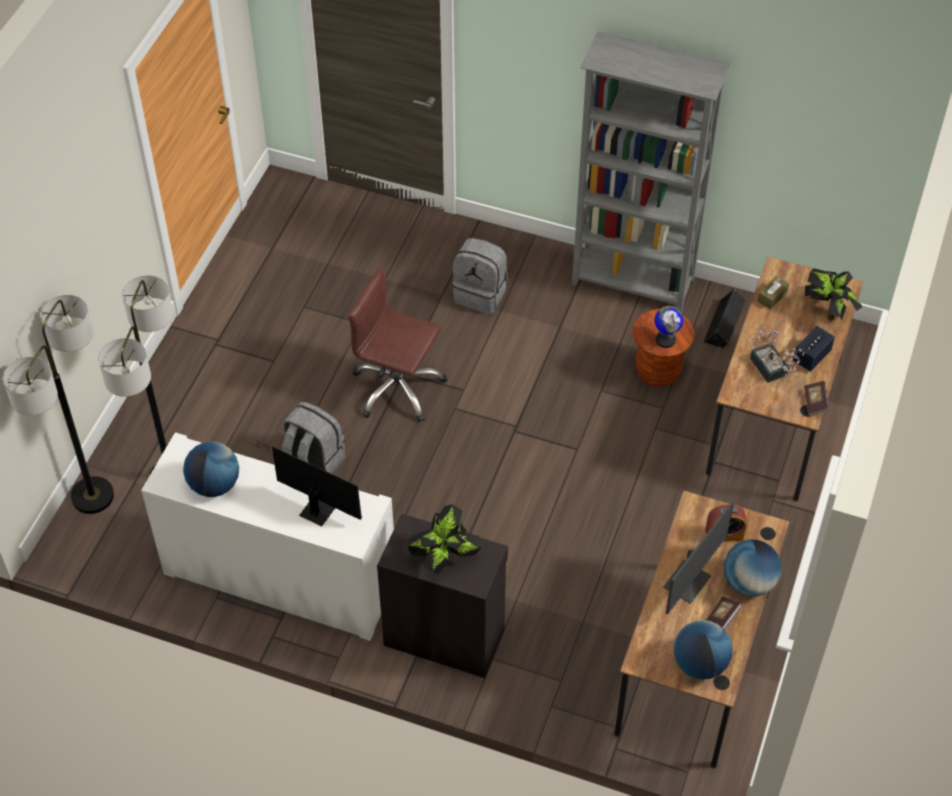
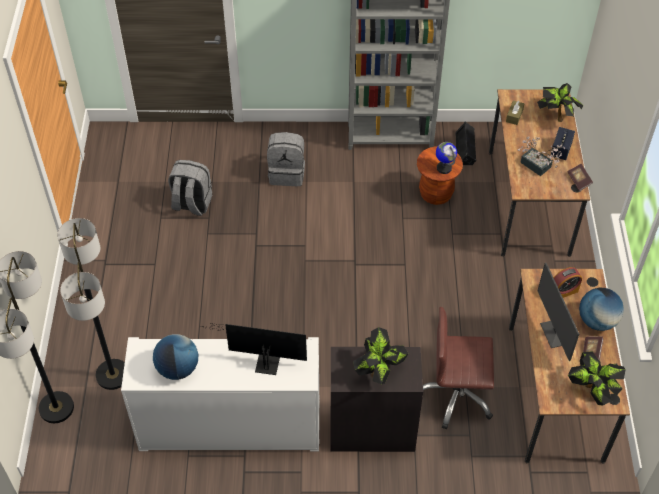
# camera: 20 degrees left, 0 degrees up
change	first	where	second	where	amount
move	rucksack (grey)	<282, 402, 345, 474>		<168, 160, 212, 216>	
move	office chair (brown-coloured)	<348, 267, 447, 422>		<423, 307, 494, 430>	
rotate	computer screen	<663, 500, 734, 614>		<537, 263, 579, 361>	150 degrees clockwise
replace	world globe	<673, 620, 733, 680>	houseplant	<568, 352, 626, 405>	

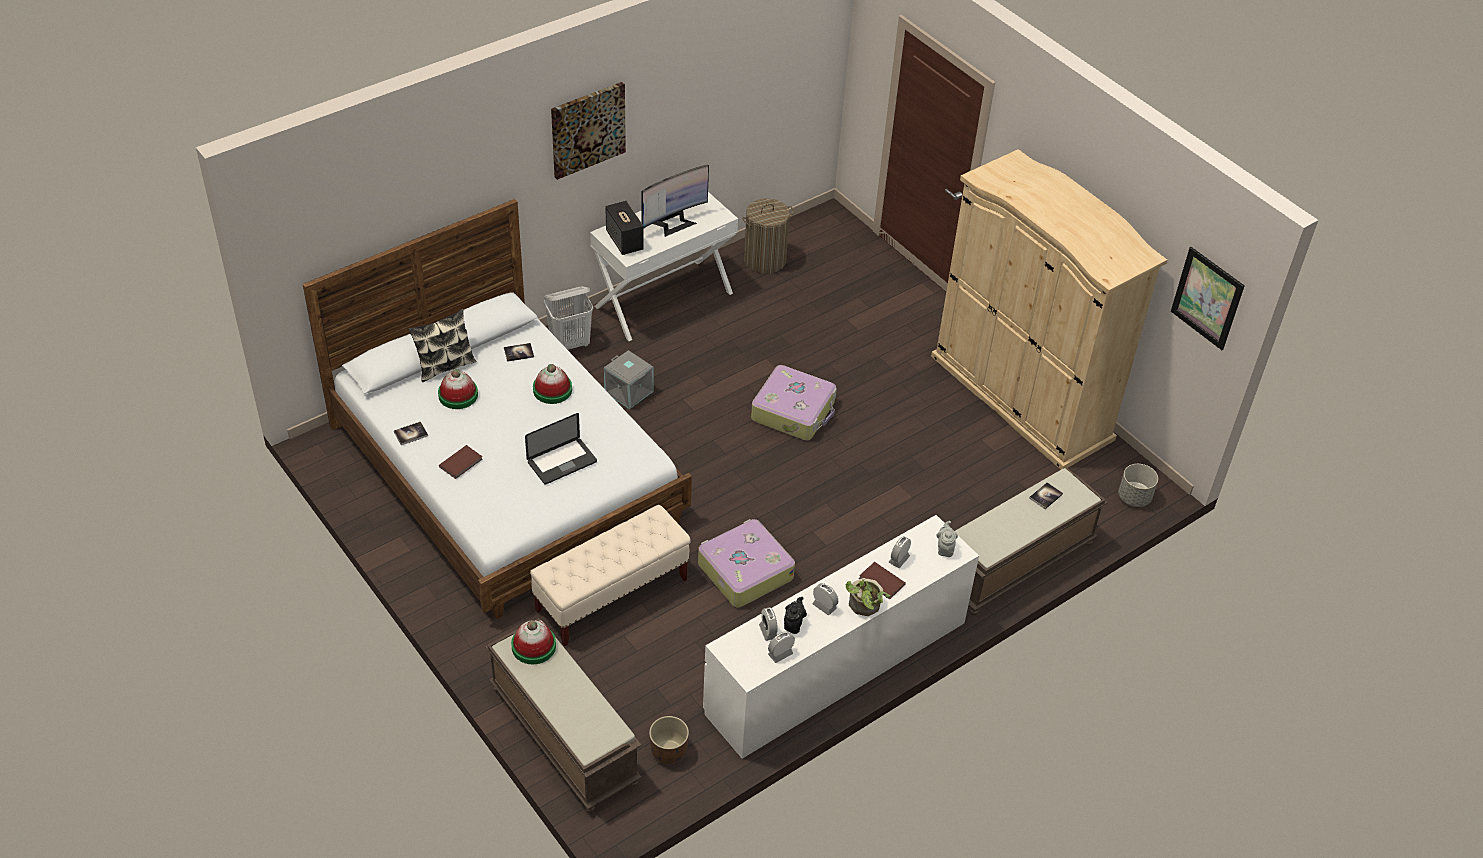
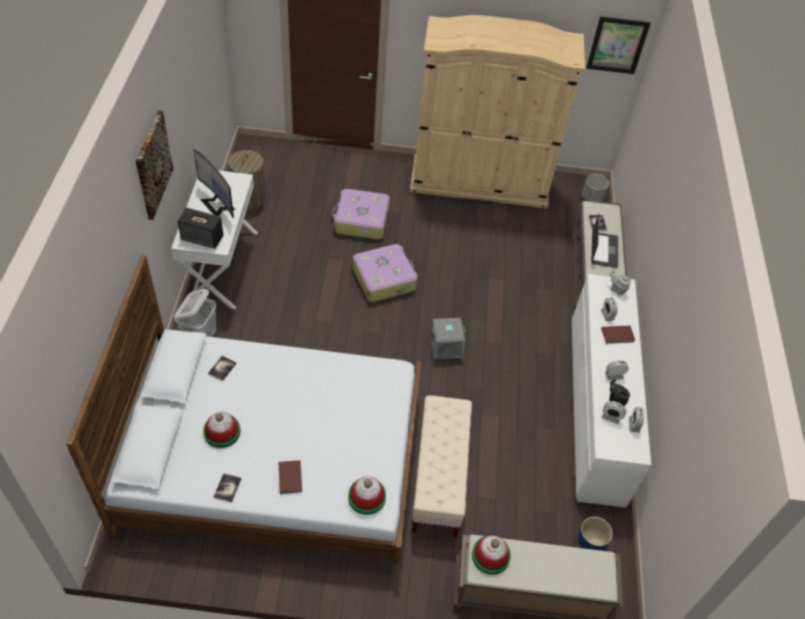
# camera: 50 degrees left, 5 degrees up
change	first	where	second	where	amount
delete	pillow	<408, 309, 476, 382>			
move	portable computer	<525, 413, 597, 485>		<592, 214, 618, 268>	
move	wearable hat	<533, 364, 572, 404>		<348, 477, 386, 515>	
move	storage box (grey)	<604, 350, 654, 409>		<430, 318, 466, 359>	
rotate	computer screen	<642, 165, 709, 237>		<194, 149, 235, 218>	135 degrees clockwise
recolor	planter (brown-coloured)	<649, 716, 689, 764>	planter (bluish)	<578, 517, 613, 551>	
move	travel case	<698, 519, 795, 608>		<332, 189, 390, 239>	
delete	houseplant	<846, 578, 890, 616>			

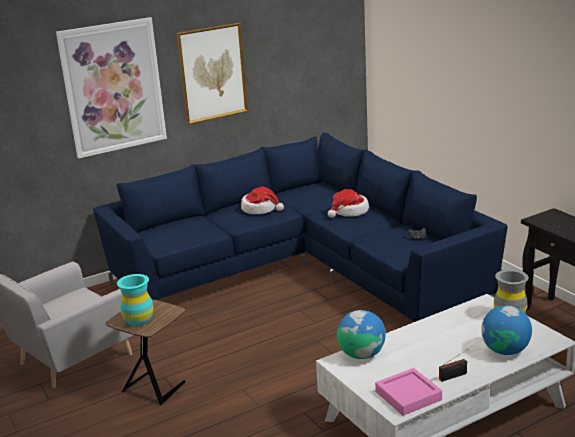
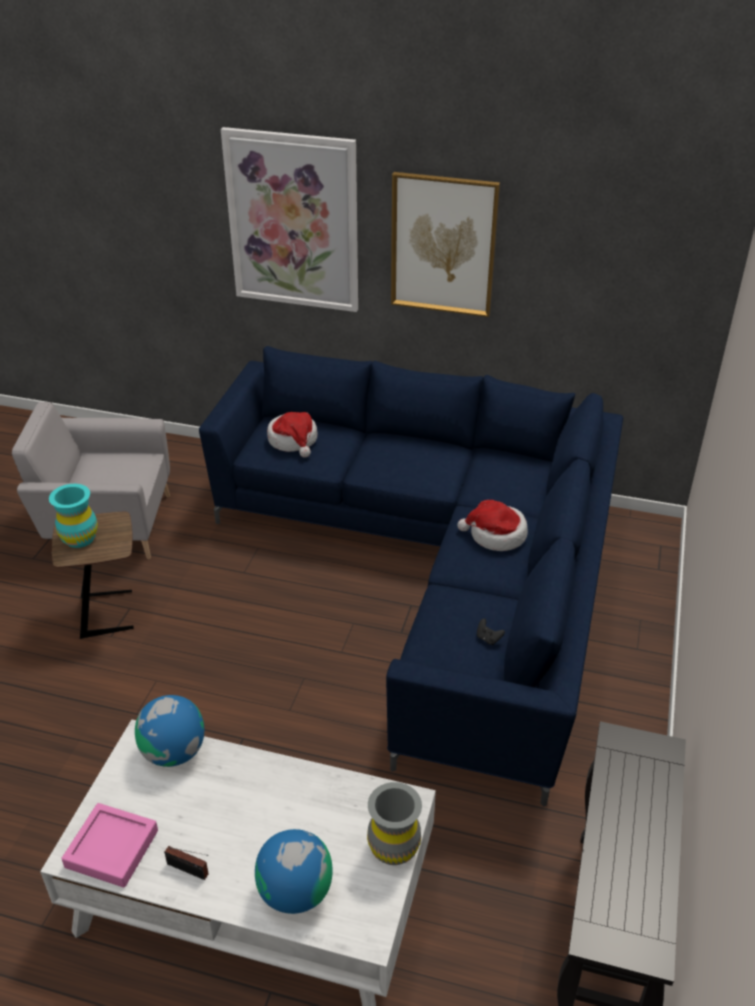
# camera: 45 degrees right, 15 degrees up
change	first	where	second	where	amount
move	wearable hat	<241, 187, 284, 214>		<267, 412, 318, 458>	

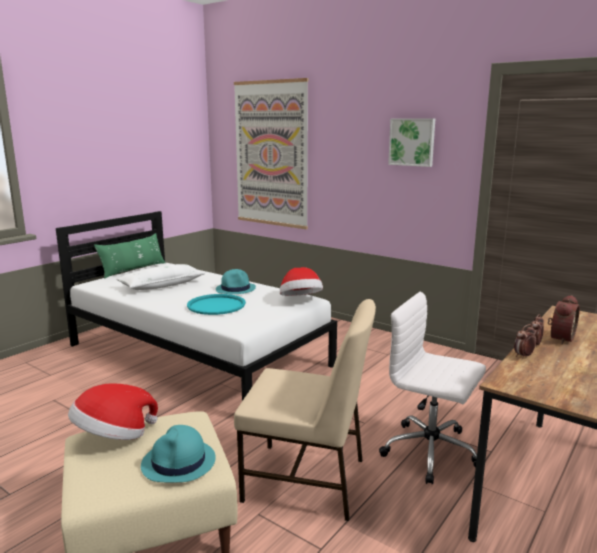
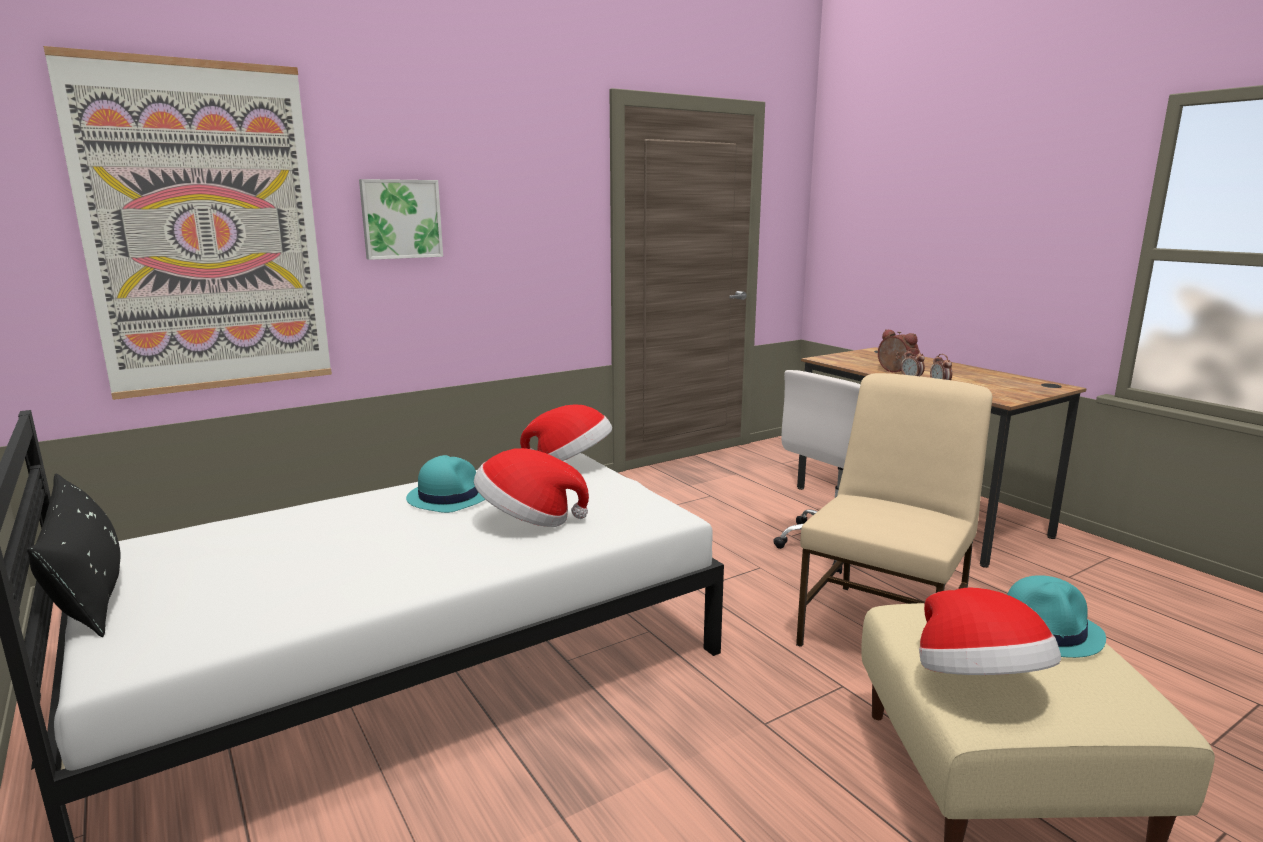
# camera: 70 degrees left, 0 degrees up
change	first	where	second	where	amount
recolor	pillow (greenish)	<94, 233, 165, 279>	pillow (blackish)	<27, 473, 121, 637>	
delete	pillow (white)	<116, 264, 205, 290>			
replace	serving tray (turquoise)	<187, 294, 246, 315>	wearable hat	<474, 448, 589, 527>	
move	picture	<388, 118, 435, 167>		<359, 179, 443, 260>	

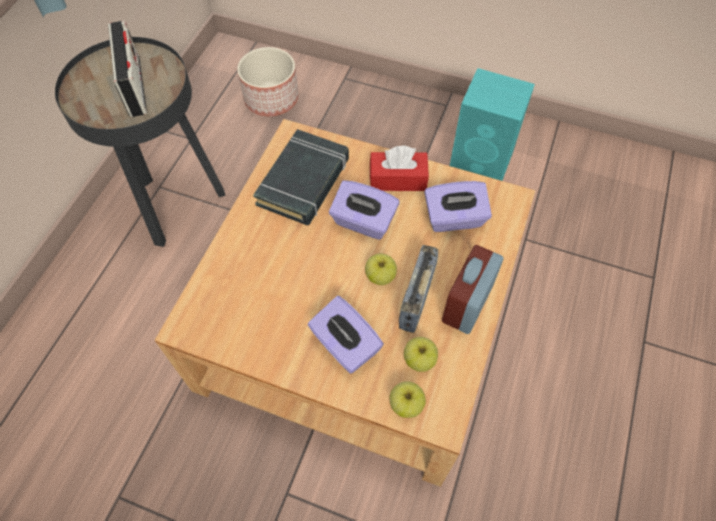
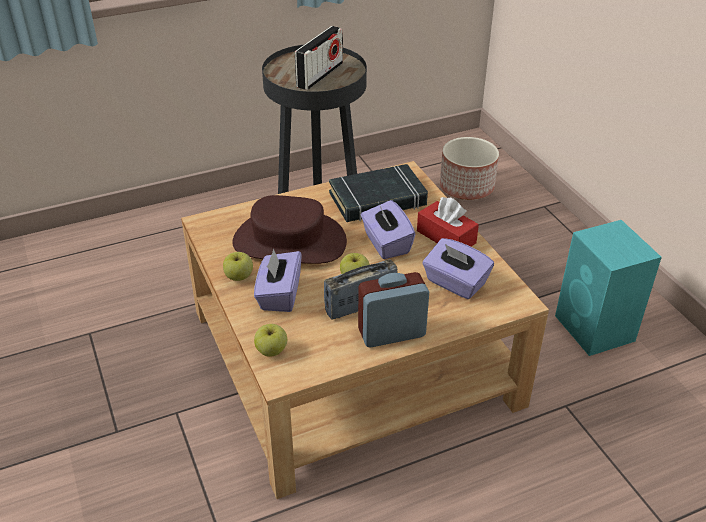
# camera: 45 degrees right, 20 degrees down
change	first	where	second	where	amount
move	apple fruit	<404, 337, 438, 372>		<223, 252, 253, 281>	
insert			wearable hat (brown-coloured)	<232, 195, 347, 264>	

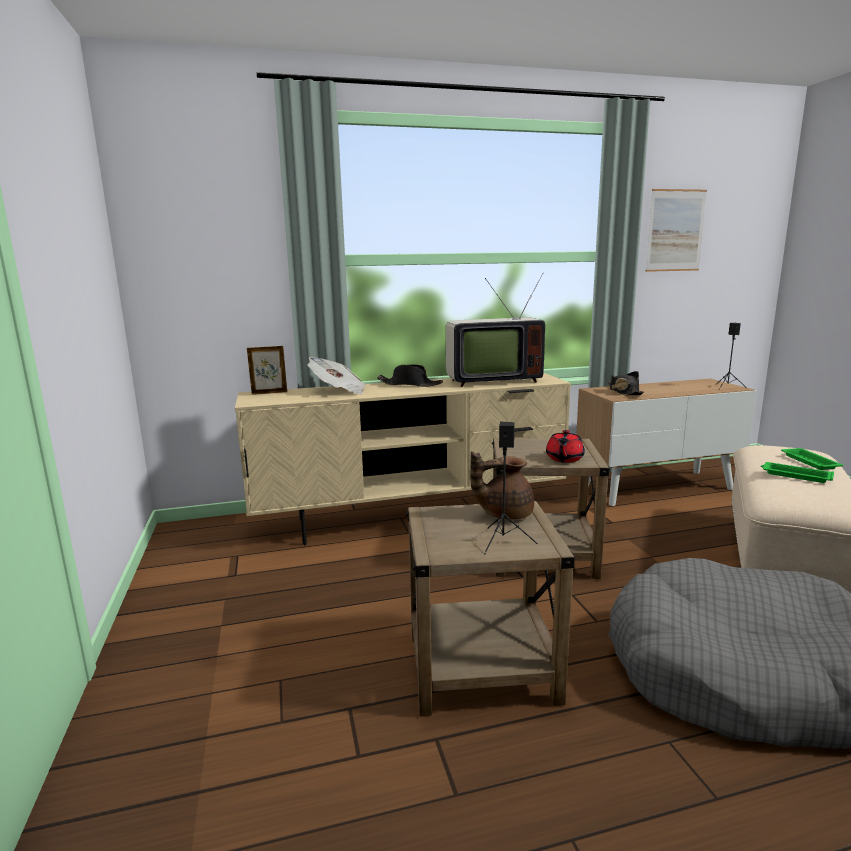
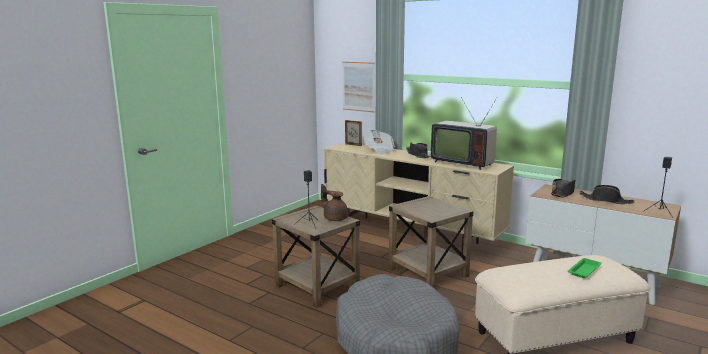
# camera: 50 degrees right, 0 degrees up
change	first	where	second	where	amount
delete	pot for tea (reddish)	<546, 430, 585, 463>			
move	picture	<645, 189, 707, 272>		<342, 62, 375, 112>	
delete	serving tray (greenish)	<761, 462, 834, 483>			
insert			wearable hat (blackish)	<579, 185, 634, 204>	

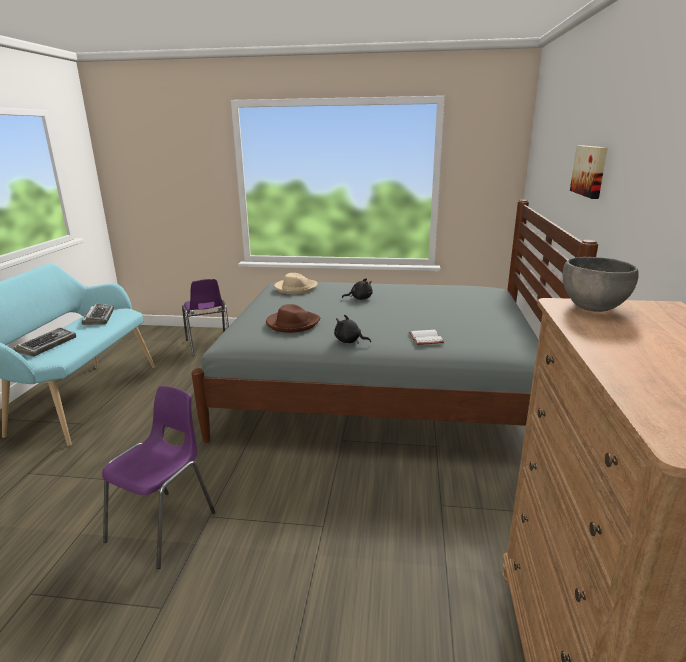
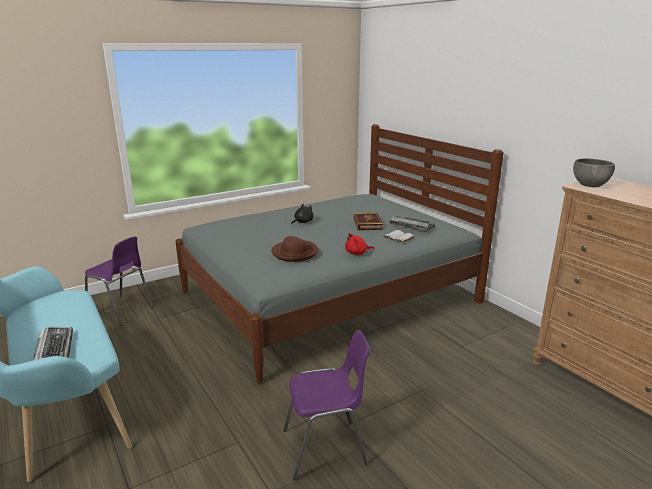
# camera: 40 degrees left, 0 degrees up
change	first	where	second	where	amount
move	computer keyboard	<82, 303, 114, 325>		<390, 216, 435, 232>	
rotate	plain chair (purplish)	<102, 386, 215, 569>		<283, 330, 370, 480>	90 degrees clockwise
delete	wearable hat (beige-coloured)	<274, 273, 317, 294>			
recolor	plush toy (blackish)	<334, 315, 371, 344>	plush toy (reddish)	<345, 233, 374, 255>	
delete	picture	<570, 145, 608, 199>			
insert			volume	<354, 213, 383, 230>	

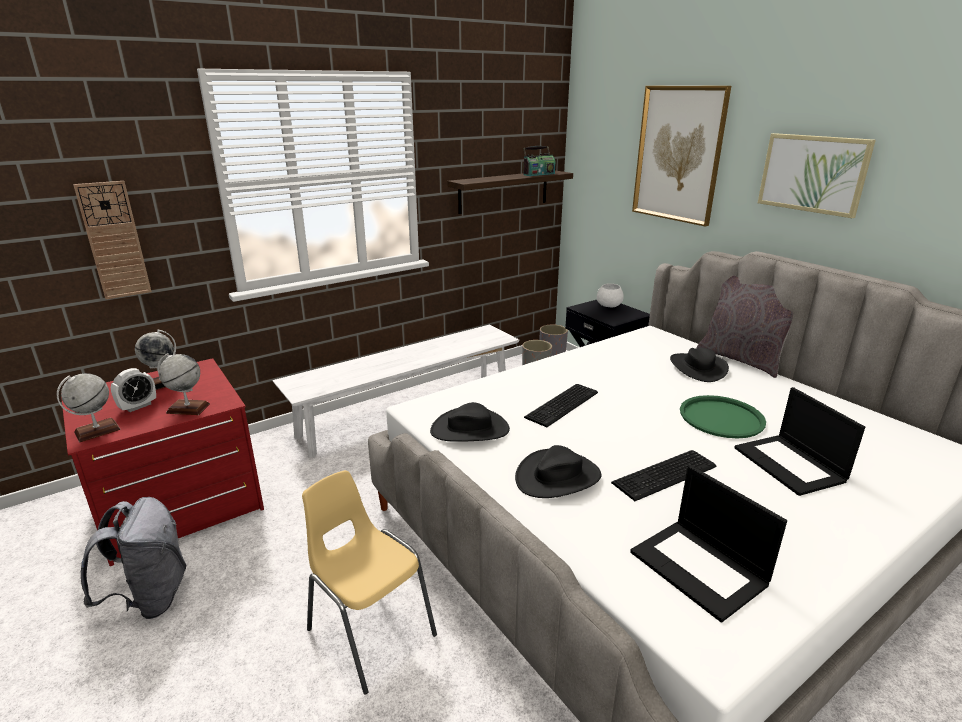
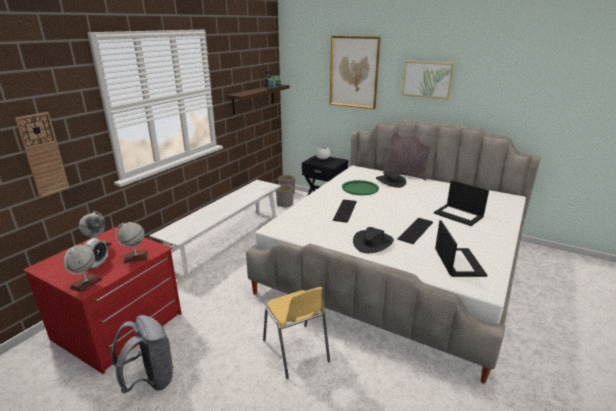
# camera: 25 degrees left, 0 degrees up
change	first	where	second	where	amount
rotate	plain chair (yellowish)	<302, 470, 437, 695>		<263, 287, 330, 379>	135 degrees counterclockwise
delete	wearable hat (blackish)	<430, 402, 510, 442>			
rotate	portable computer	<630, 465, 787, 623>		<435, 220, 487, 277>	120 degrees counterclockwise
move	serving tray (greenish)	<680, 395, 766, 438>		<342, 180, 379, 195>	

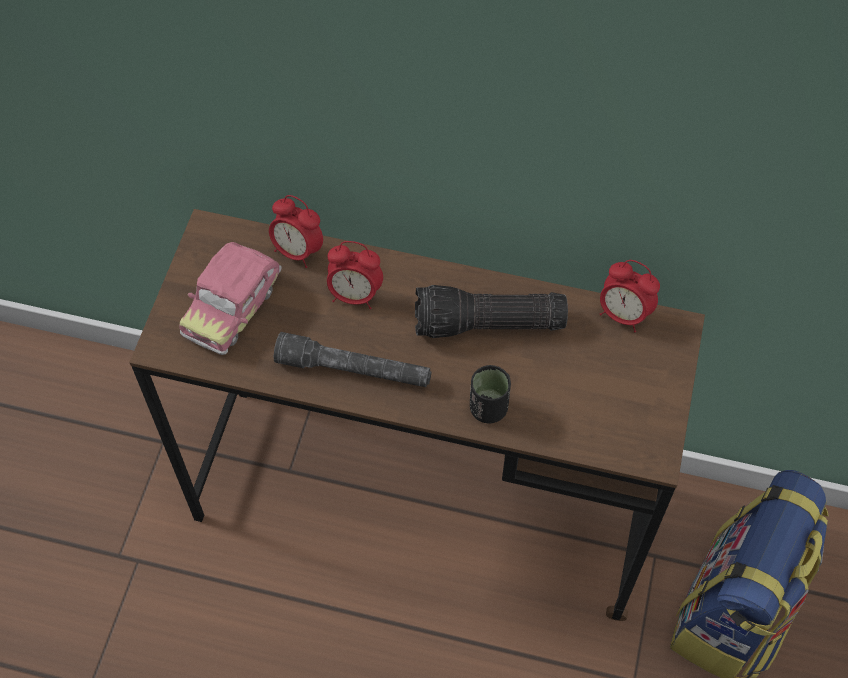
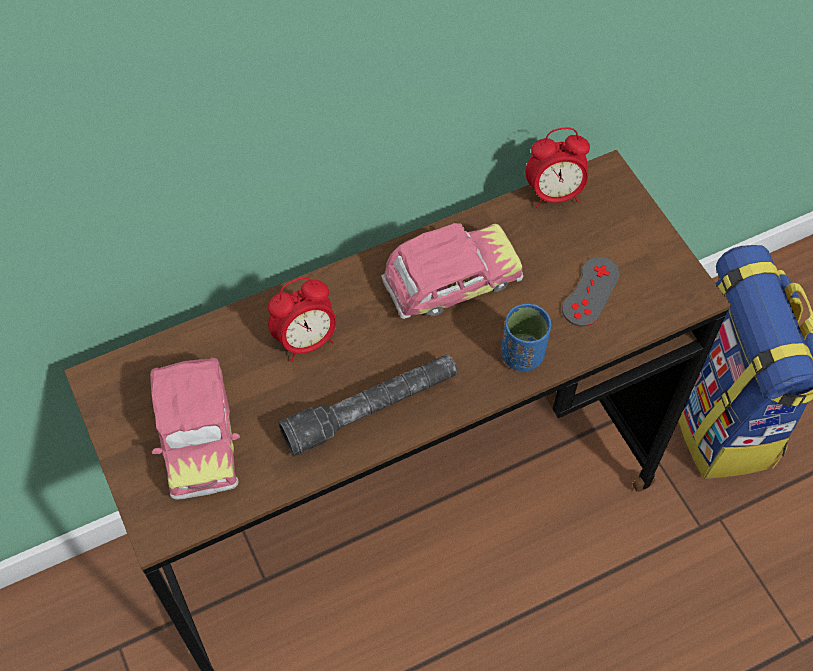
# camera: 40 degrees left, 0 degrees up
change	first	where	second	where	amount
delete	bedside clock	<269, 195, 323, 268>			
replace	flashlight	<415, 285, 568, 338>	miniature car	<381, 223, 523, 319>	
recolor	small cup (blackish)	<470, 365, 511, 424>	small cup (bluish)	<501, 304, 551, 371>	
insert			game controller (grey)	<562, 257, 620, 327>	

